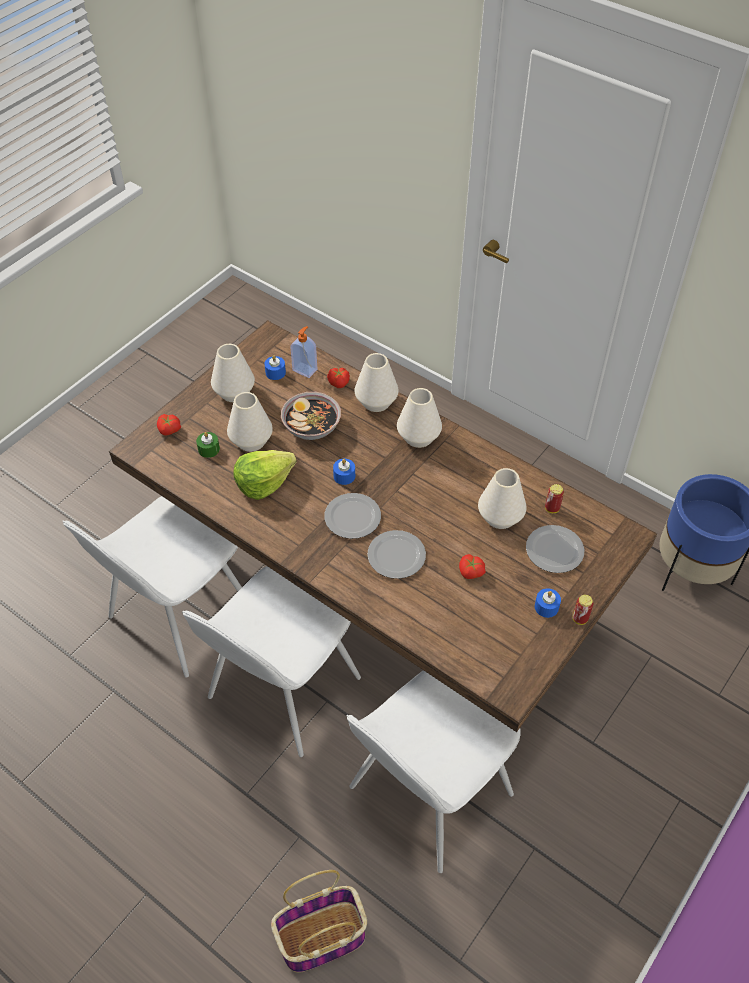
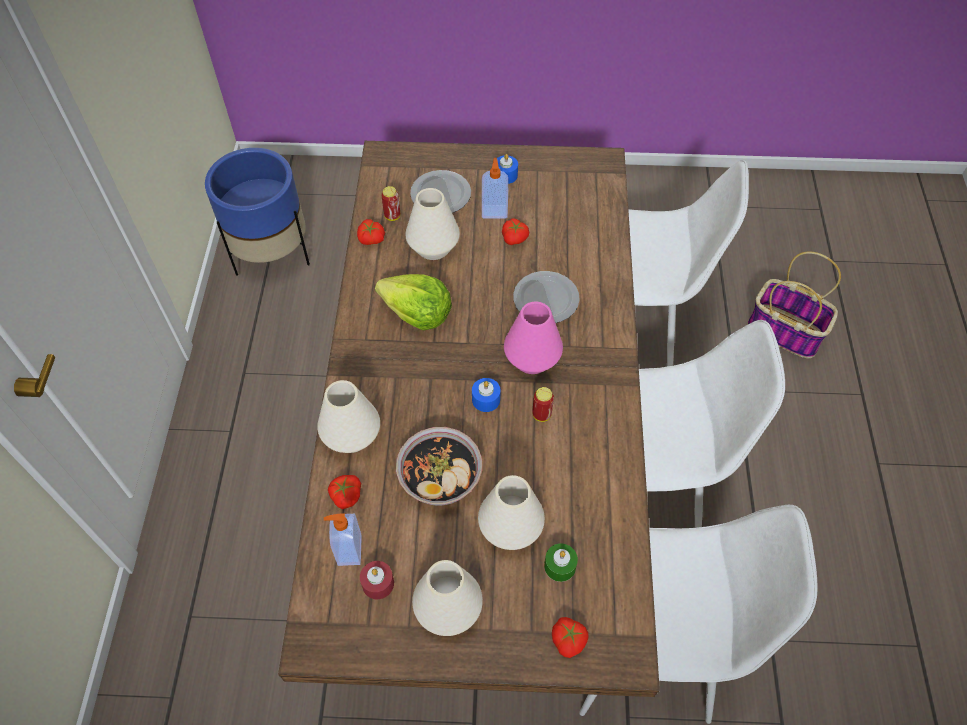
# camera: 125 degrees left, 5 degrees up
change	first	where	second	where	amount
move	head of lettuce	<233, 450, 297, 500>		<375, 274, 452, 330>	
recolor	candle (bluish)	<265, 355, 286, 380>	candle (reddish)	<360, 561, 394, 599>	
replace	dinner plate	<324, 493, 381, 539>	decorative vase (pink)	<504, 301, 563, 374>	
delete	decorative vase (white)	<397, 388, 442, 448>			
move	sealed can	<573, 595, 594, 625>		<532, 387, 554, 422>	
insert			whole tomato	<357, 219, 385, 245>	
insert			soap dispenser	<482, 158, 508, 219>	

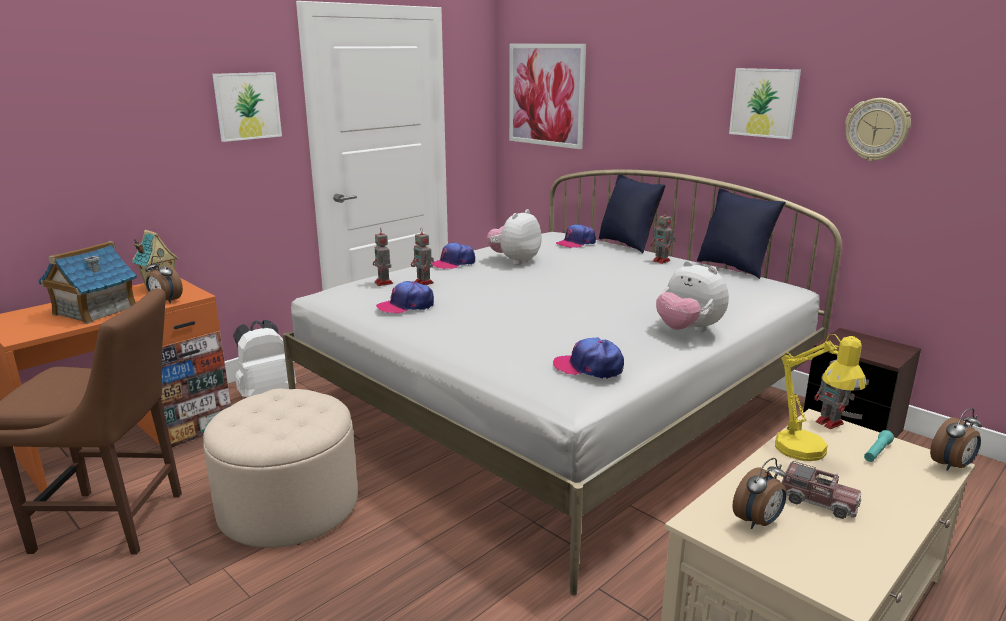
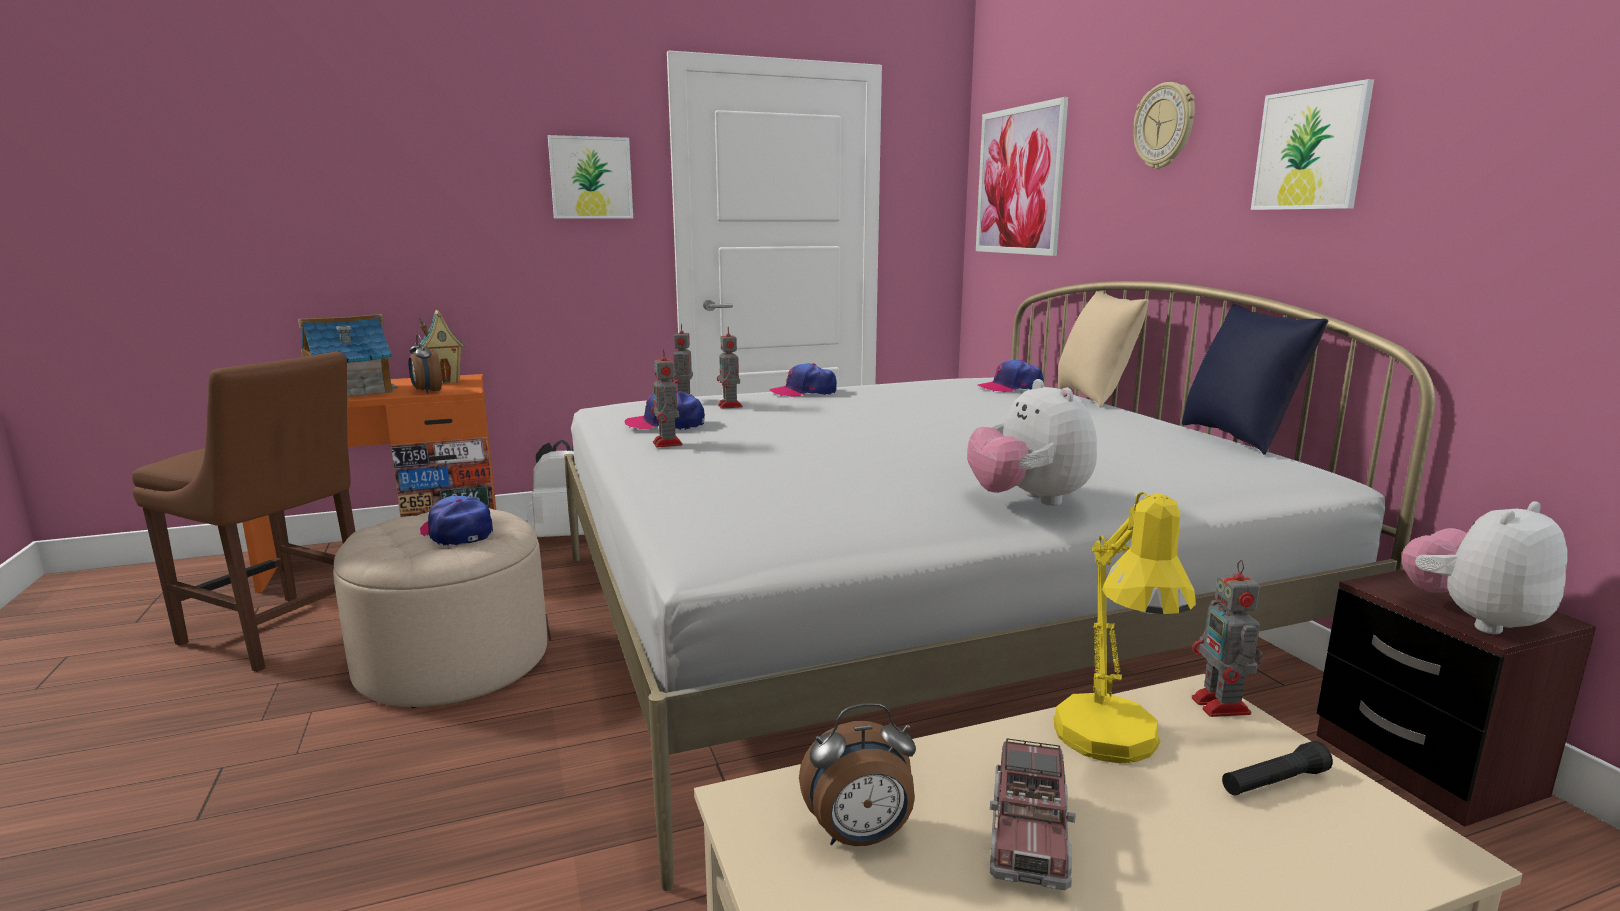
# camera: 25 degrees right, 5 degrees down
change	first	where	second	where	amount
move	plush toy	<486, 209, 541, 265>		<1402, 501, 1568, 634>	
move	cap	<553, 337, 624, 379>		<420, 496, 493, 546>	
recolor	pillow (bluish)	<599, 175, 666, 254>	pillow (beige-coloured)	<1058, 290, 1149, 408>	
move	toy robot	<651, 211, 676, 264>		<651, 348, 683, 448>	
rotate	toy lorry	<781, 461, 861, 519>		<990, 739, 1076, 890>	45 degrees clockwise
move	hanging clock	<845, 98, 911, 161>		<1133, 82, 1195, 169>	
recolor	flashlight (turquoise)	<864, 430, 894, 462>	flashlight (blackish)	<1222, 741, 1333, 795>	
delete	bedside clock	<930, 408, 982, 471>			

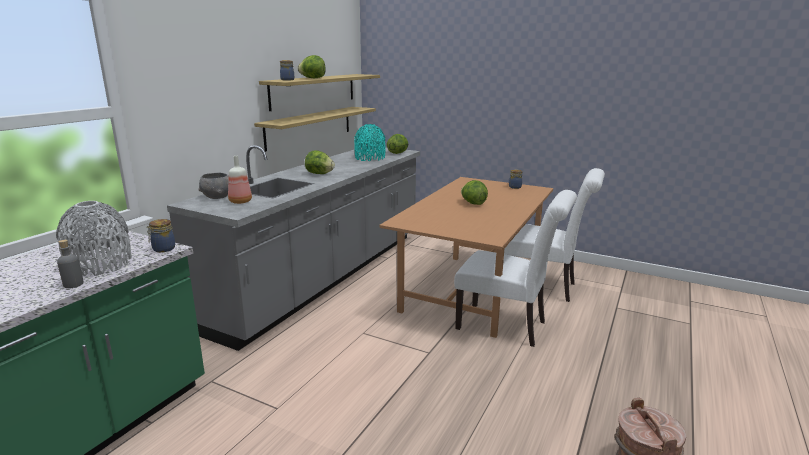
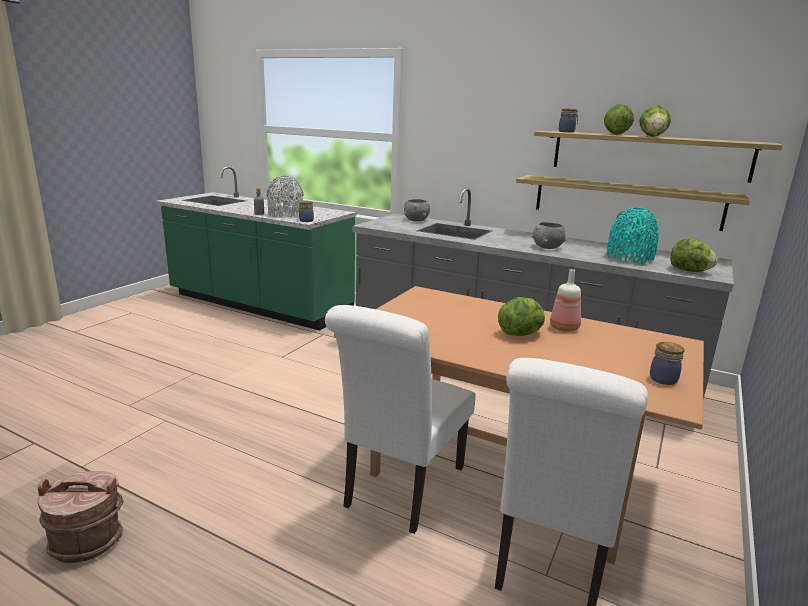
# camera: 90 degrees right, 0 degrees up
change	first	where	second	where	amount
move	beverage bottle	<228, 156, 252, 204>		<550, 269, 581, 332>	
move	head of lettuce	<305, 150, 335, 174>		<639, 105, 671, 137>	
insert			deep dish (grey)	<532, 222, 566, 249>	

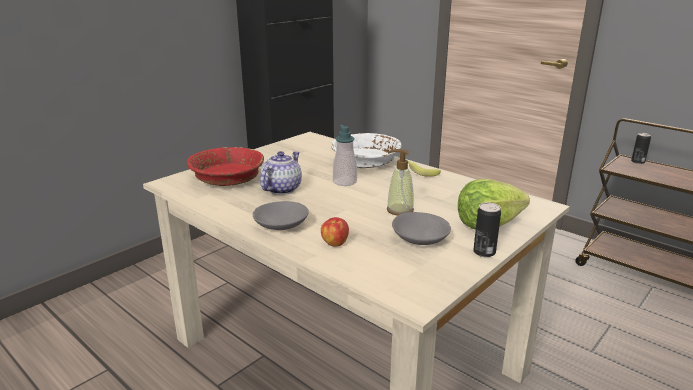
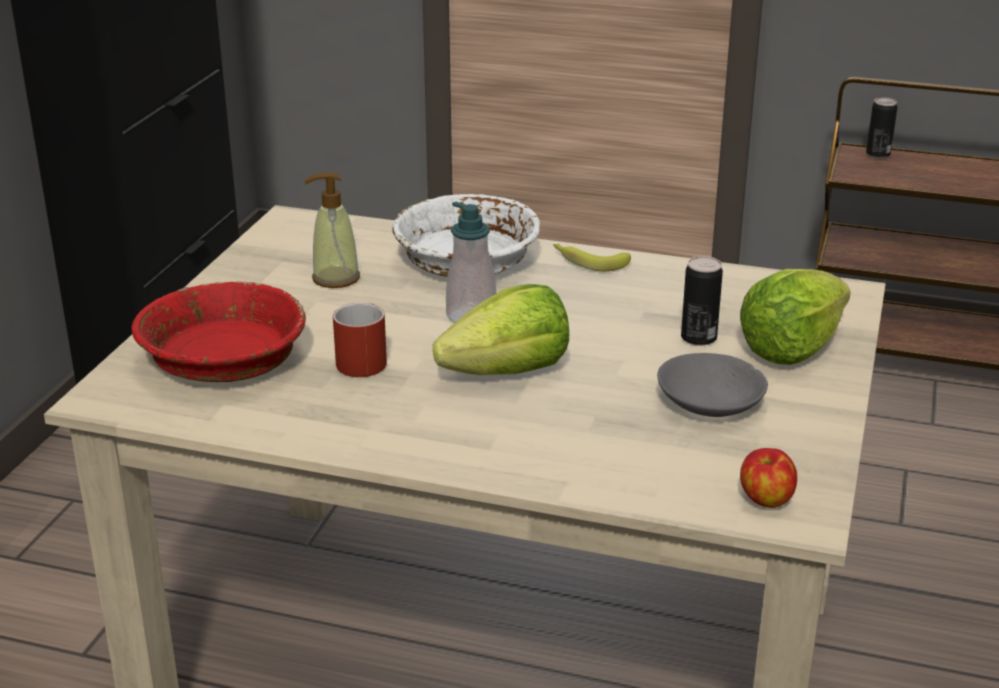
# camera: 25 degrees left, 5 degrees up
change	first	where	second	where	amount
delete	deep dish (grey)	<253, 201, 309, 230>			
replace	pot for tea	<260, 151, 302, 195>	mug (reddish)	<333, 303, 387, 377>	
move	apple fruit	<321, 217, 349, 247>		<740, 448, 797, 508>	
move	soap dispenser	<387, 149, 414, 216>		<304, 172, 360, 288>	
move	sealed can	<473, 202, 501, 257>		<681, 256, 723, 346>	
insert			head of lettuce	<433, 284, 569, 375>	

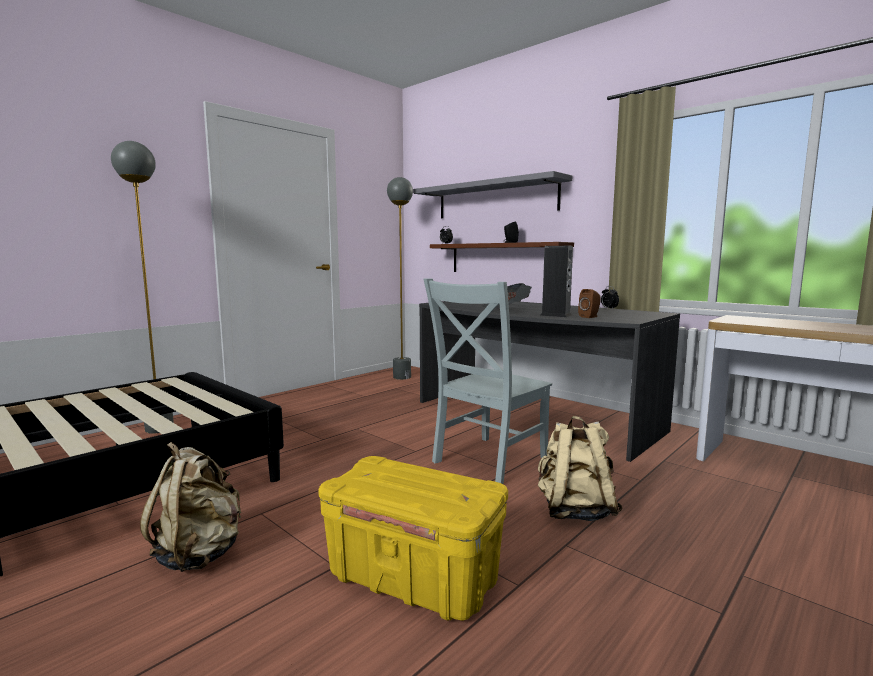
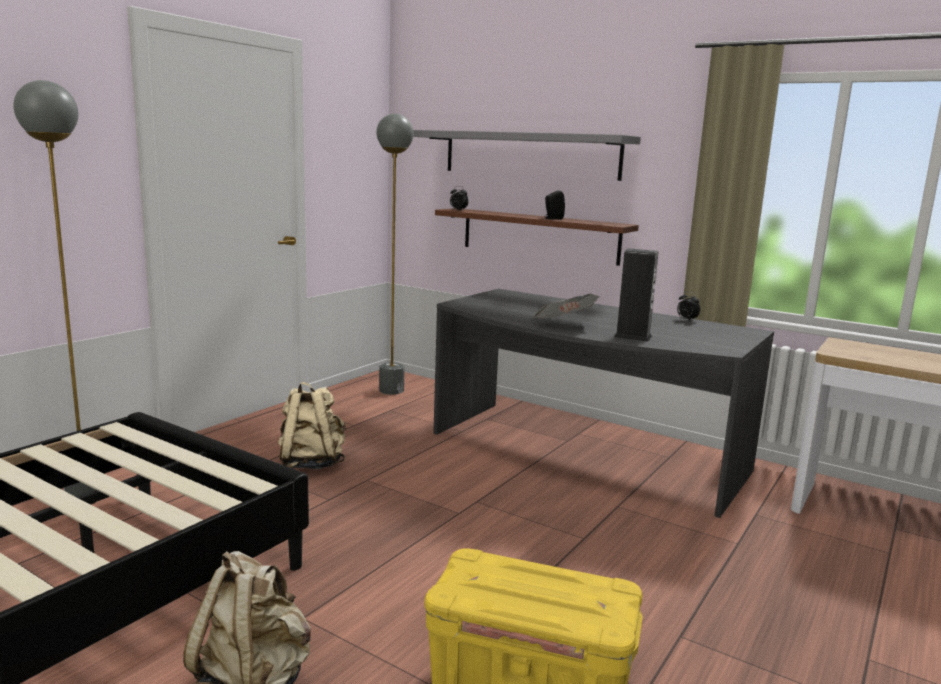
# camera: 10 degrees left, 5 degrees up
change	first	where	second	where	amount
delete	plain chair (grey)	<423, 279, 552, 484>			
move	rucksack (beige-coloured)	<538, 416, 623, 521>		<278, 382, 346, 469>	
delete	speaker (brown-coloured)	<578, 289, 600, 318>			

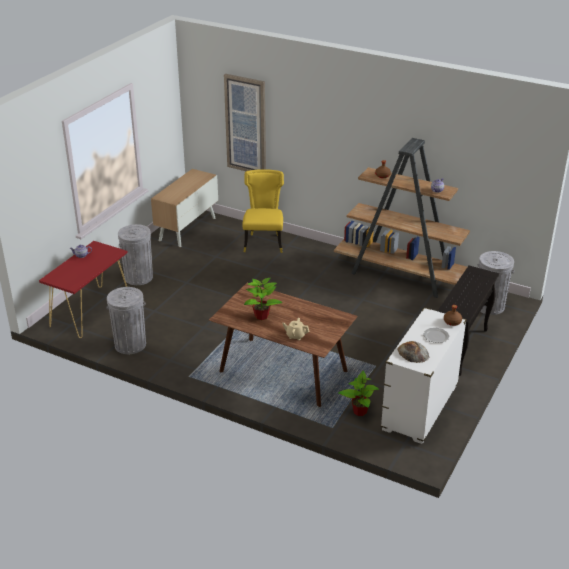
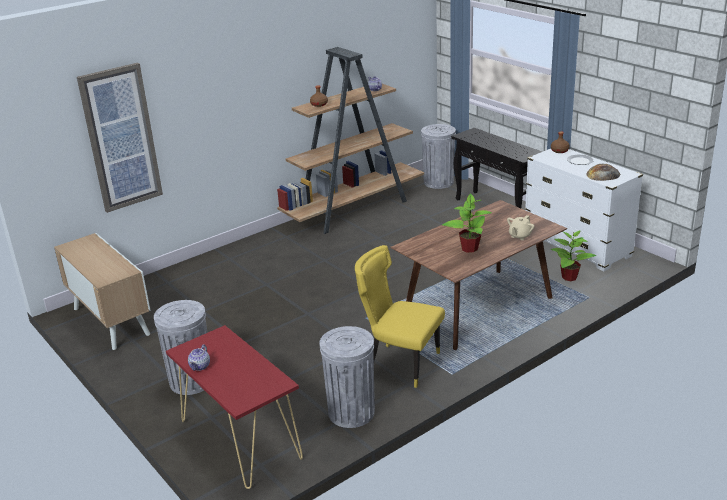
# camera: 65 degrees left, 5 degrees down
change	first	where	second	where	amount
move	plain chair (yellowish)	<243, 169, 284, 253>		<355, 245, 445, 388>	

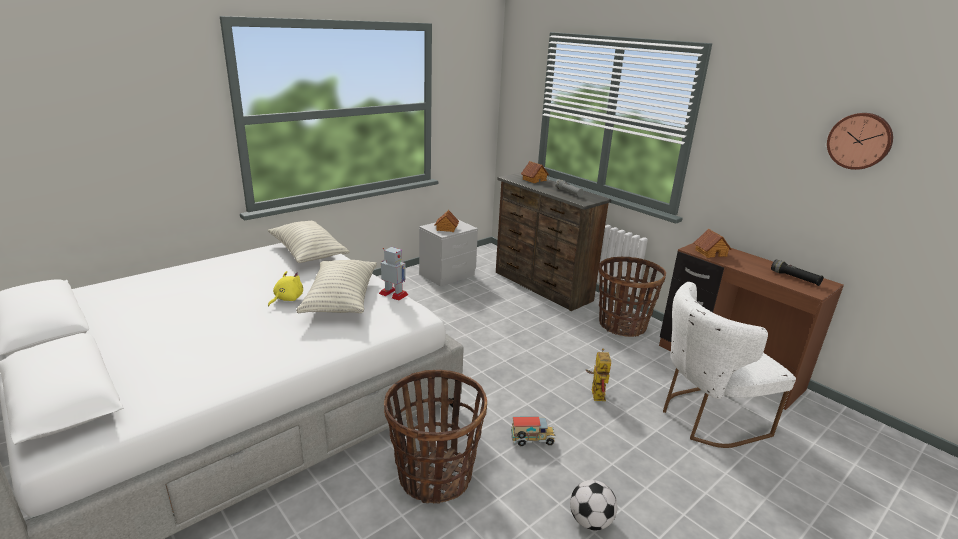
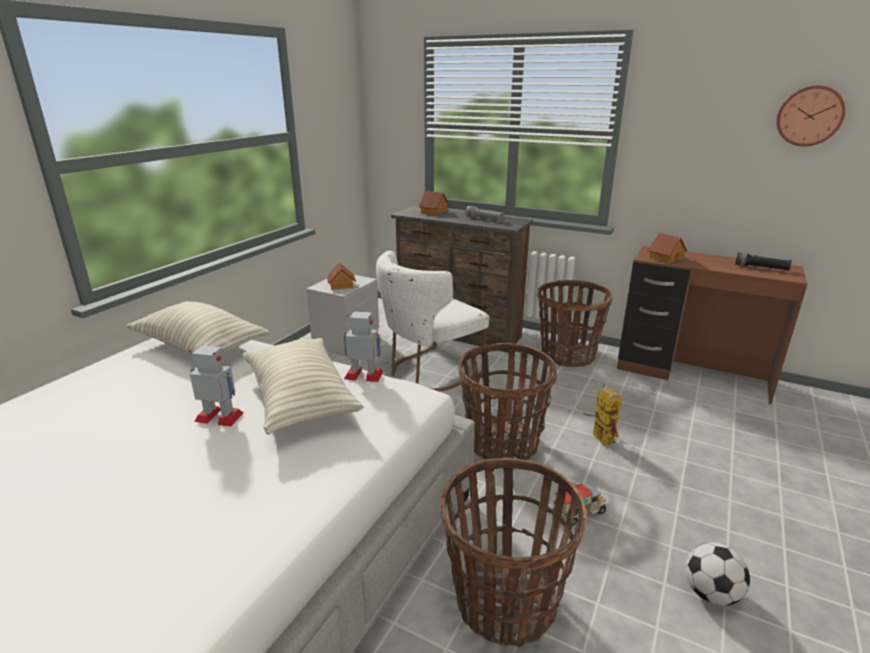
# camera: 20 degrees left, 0 degrees up
change	first	where	second	where	amount
replace	plush toy (yellowish)	<268, 271, 303, 306>	toy robot	<189, 345, 243, 426>	
move	plain chair (white)	<663, 282, 796, 448>		<376, 251, 489, 391>	
insert			storage basket	<458, 343, 557, 460>	

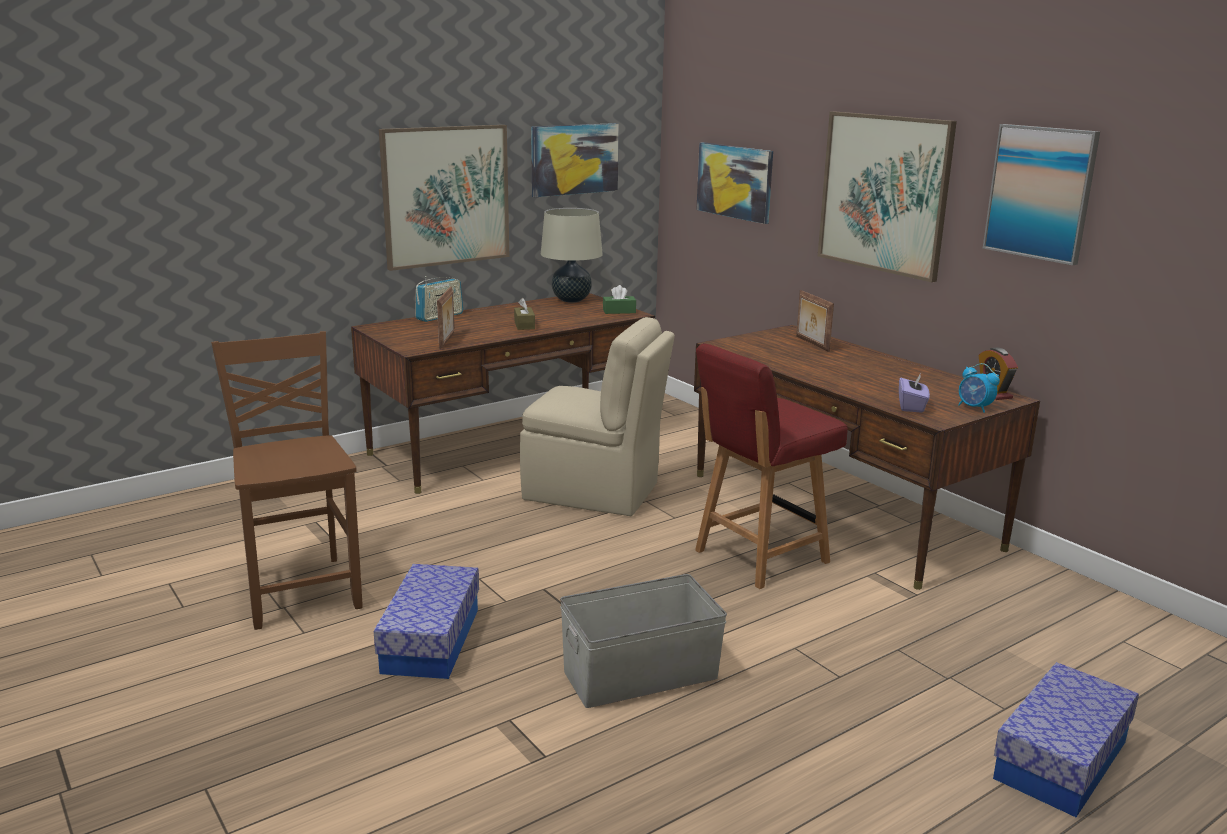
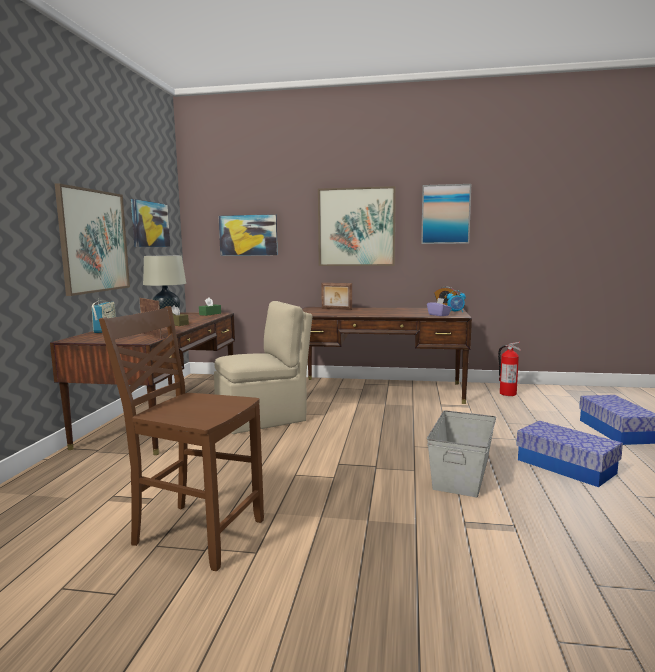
# camera: 45 degrees left, 10 degrees down
change	first	where	second	where	amount
move	storage box	<374, 564, 479, 679>		<516, 421, 623, 487>	
delete	plain chair (reddish)	<695, 343, 848, 589>			
insert			fire-fighting cylinder	<498, 342, 521, 396>	

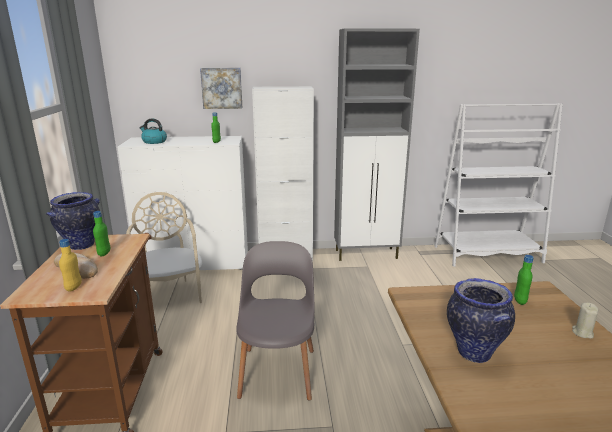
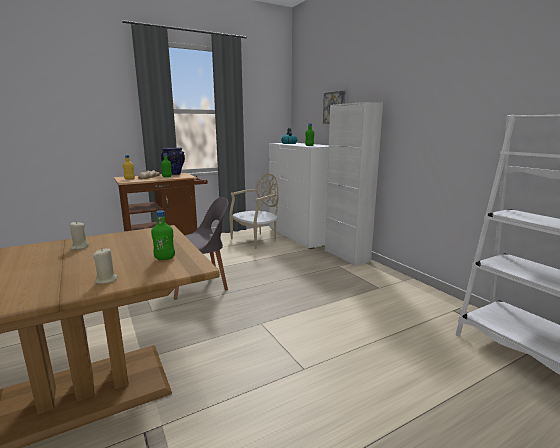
# camera: 65 degrees right, 5 degrees down
change	first	where	second	where	amount
delete	cabinet (grey)	<334, 28, 420, 261>			
replace	decorative vase	<447, 278, 515, 363>	candle (beige-coloured)	<70, 221, 89, 250>	

